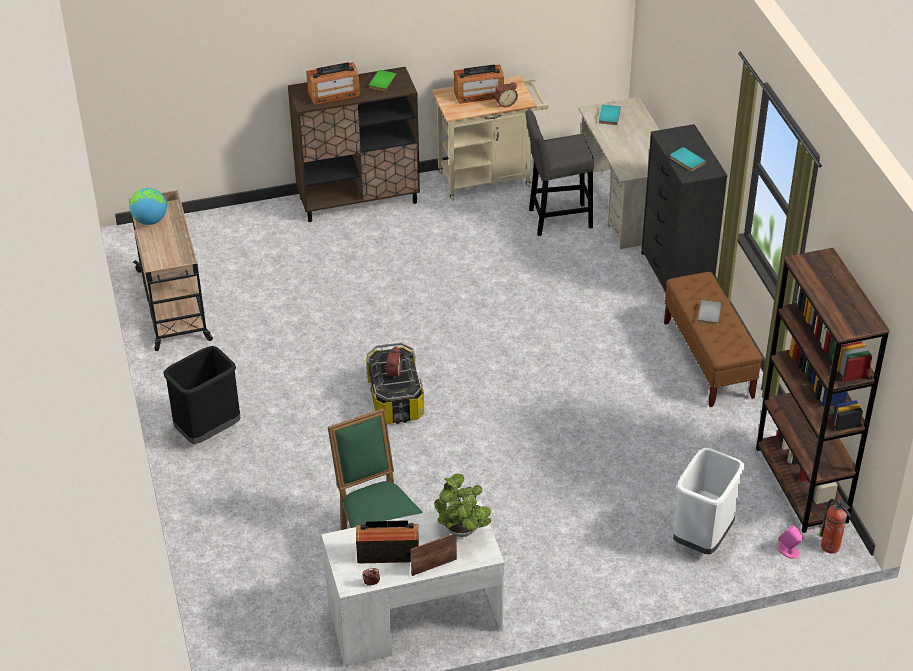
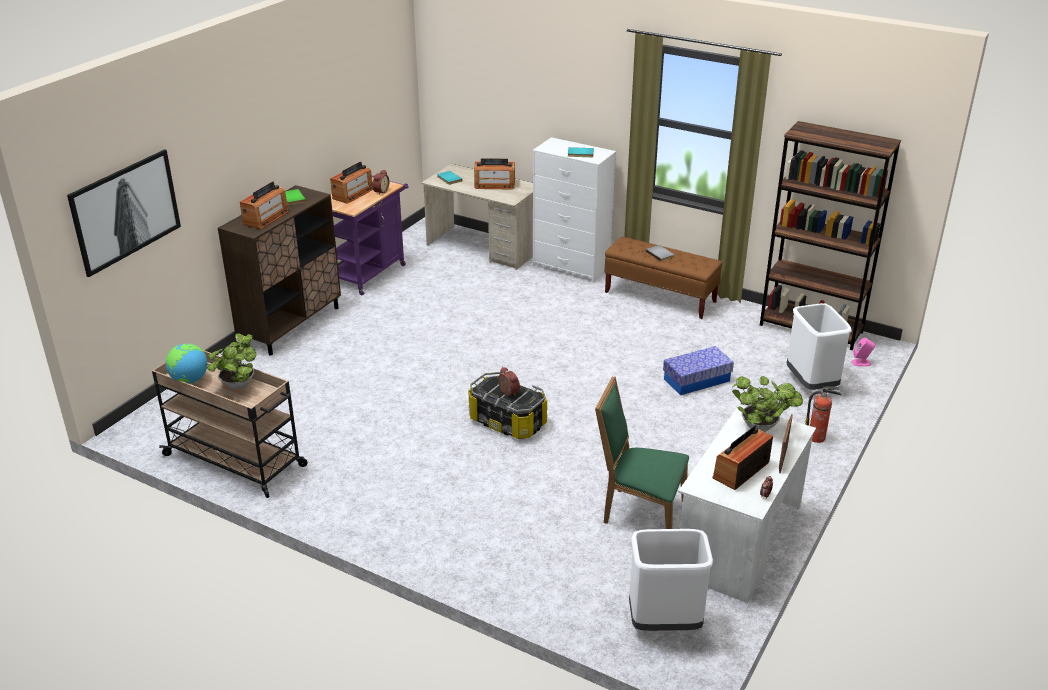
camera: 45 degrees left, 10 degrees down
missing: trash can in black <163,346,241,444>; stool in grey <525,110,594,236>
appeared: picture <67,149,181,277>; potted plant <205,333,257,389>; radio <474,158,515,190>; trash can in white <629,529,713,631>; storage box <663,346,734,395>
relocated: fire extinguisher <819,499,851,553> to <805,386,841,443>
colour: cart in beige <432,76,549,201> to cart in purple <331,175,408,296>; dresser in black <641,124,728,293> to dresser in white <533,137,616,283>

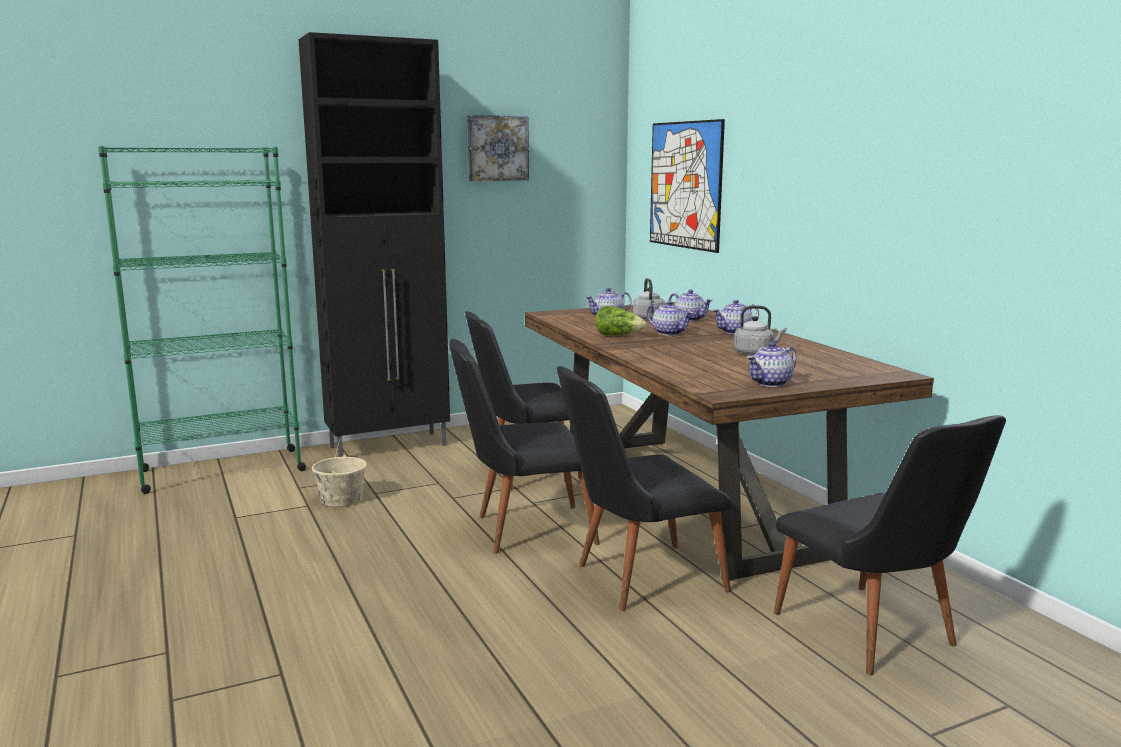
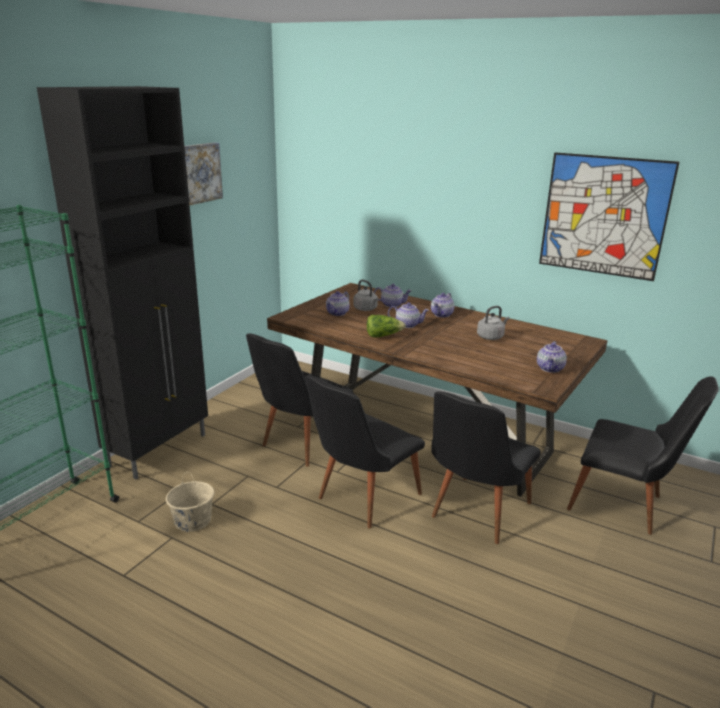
camera: 35 degrees left, 10 degrees up
relocated: picture <650,119,725,253> to <539,152,679,281>

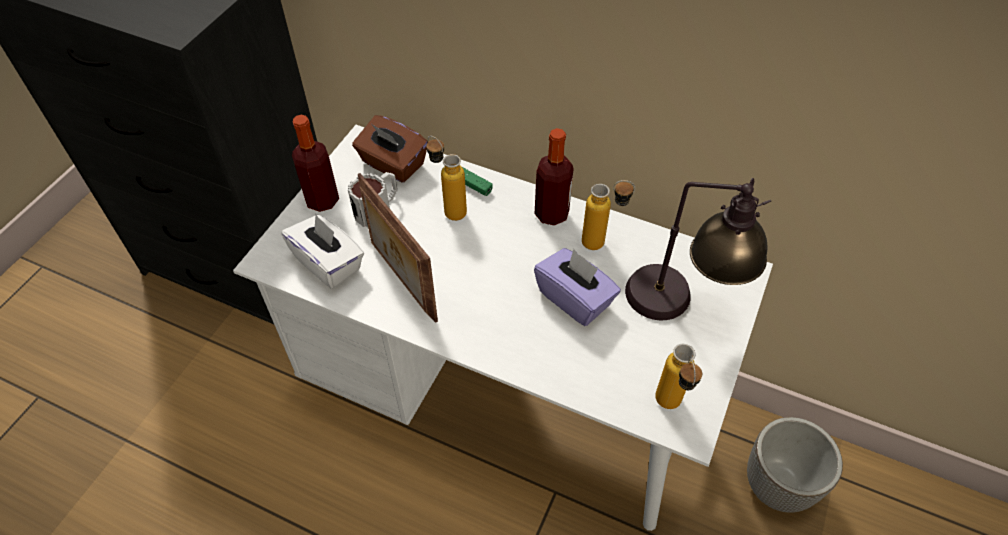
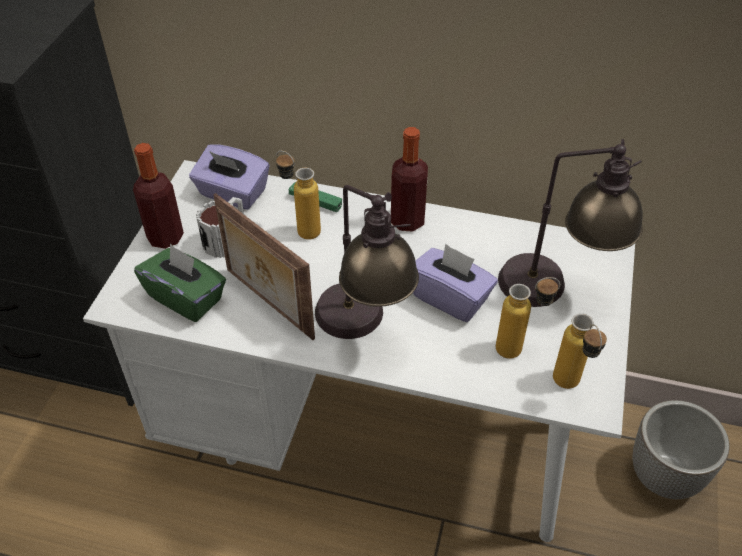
camera: 10 degrees left, 5 degrees down
appeared: table lamp <315,185,419,339>
relocated: bottle <582,180,635,250> to <496,277,560,359>
colour: tissue box in white <281,215,364,289> to tissue box in green <134,244,226,322>; tissue box in brown <352,115,428,183> to tissue box in purple <189,144,269,210>

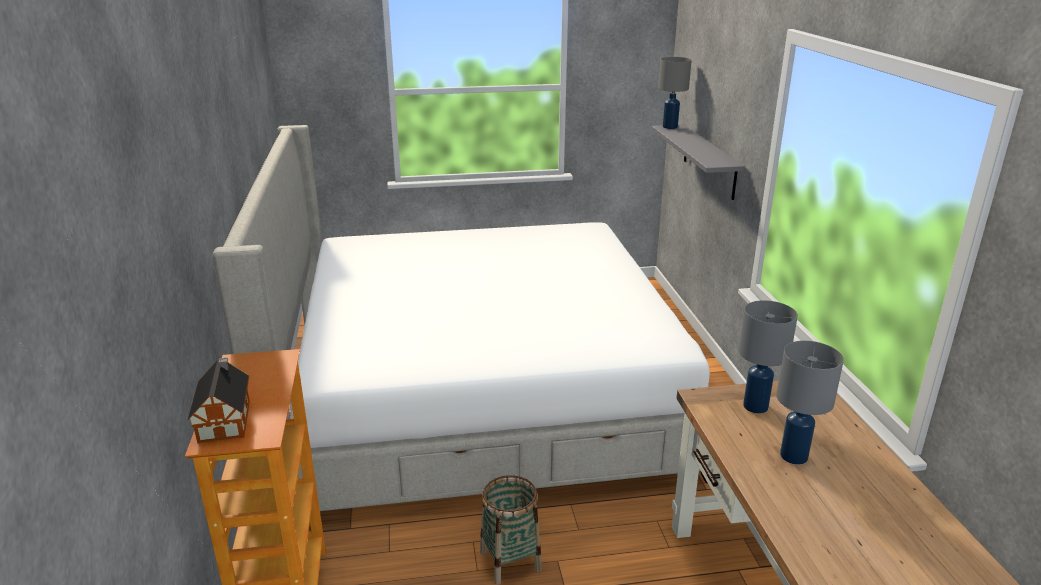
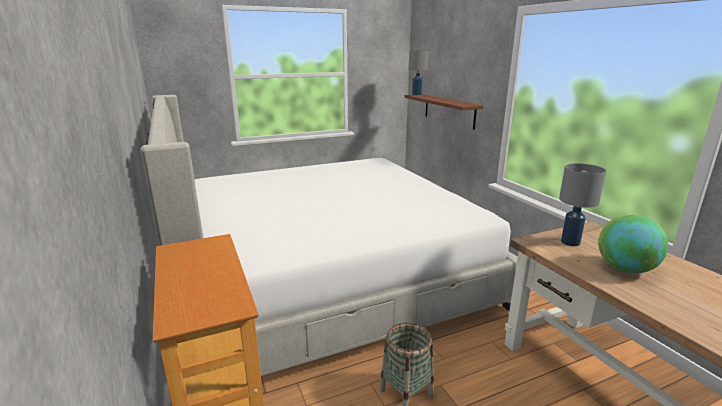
camera: 15 degrees left, 5 degrees down
missing: toy house <188,358,250,444>
exchanged: table lamp in grey <776,341,844,464> to globe <598,215,668,273>
colour: shelf in grey <651,125,745,200> to shelf in brown <405,94,483,130>

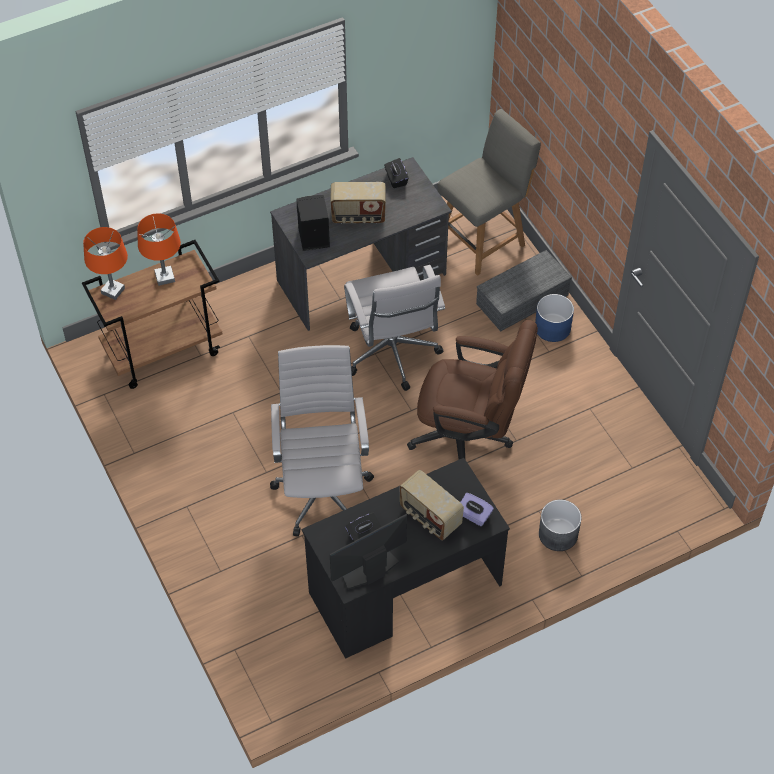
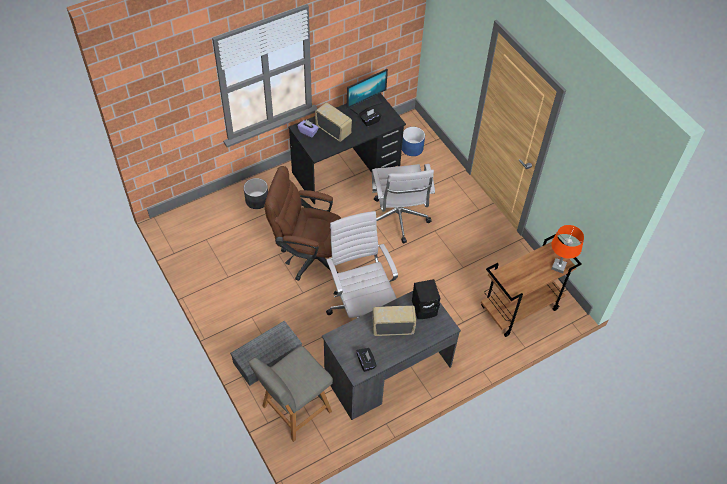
camera: 175 degrees right, 0 degrees up
missing: table lamp in orange <137,213,181,286>
relocated: planter in blue <535,294,574,342> to <402,127,425,156>

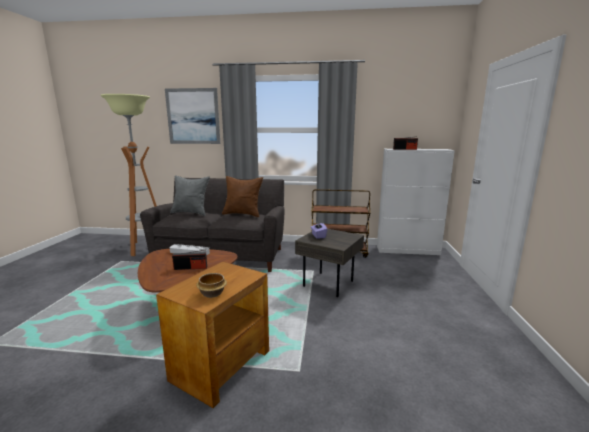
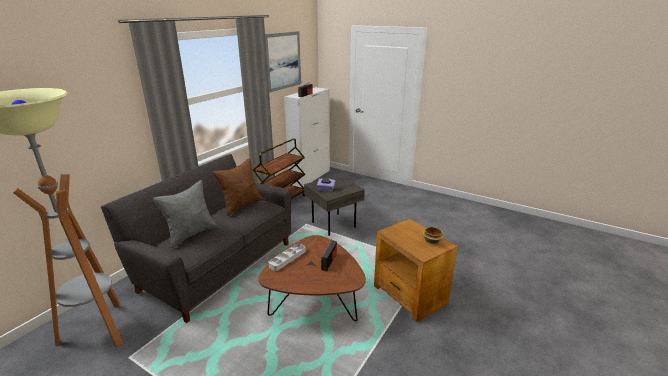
camera: 65 degrees left, 10 degrees up
relocated: picture <165,88,220,144> to <265,31,301,93>

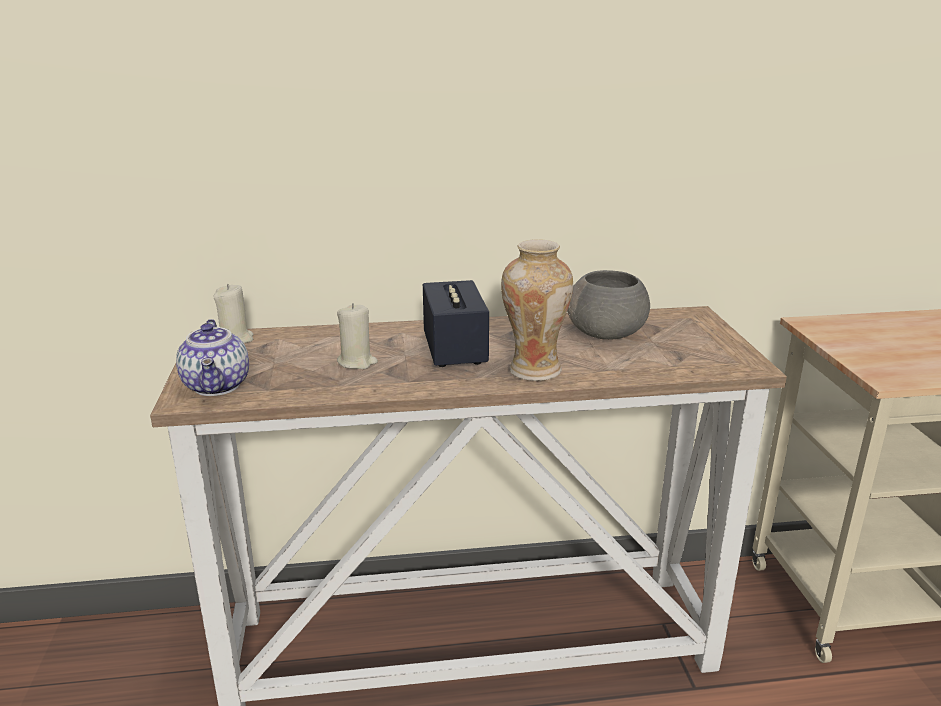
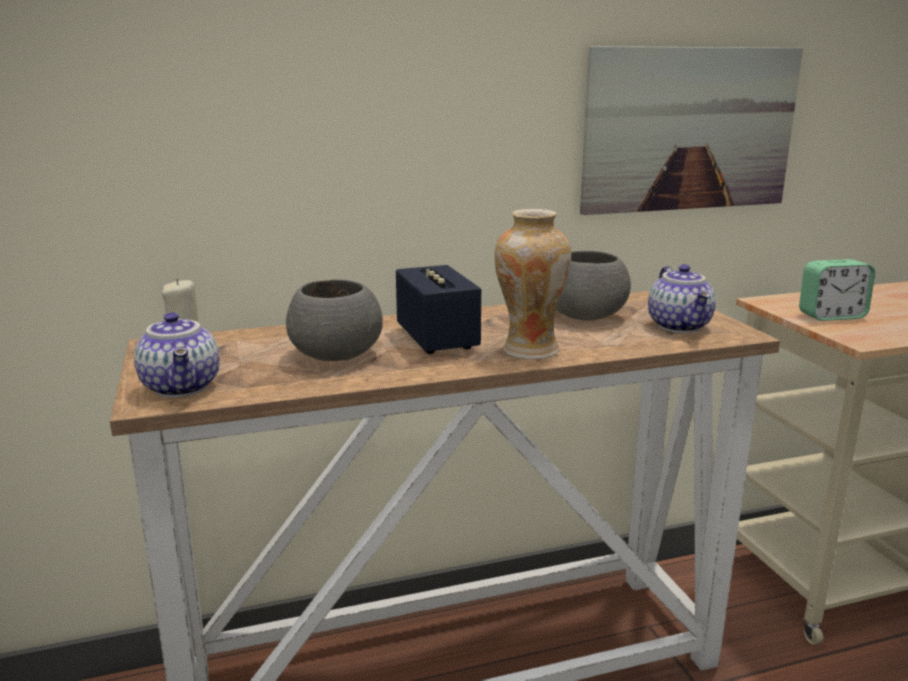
camera: 10 degrees left, 5 degrees down
appeared: picture <580,46,803,215>; teapot <648,264,716,333>; alarm clock <799,259,875,321>
exchanged: candle in beige <337,303,378,369> to bowl in grey <286,279,383,361>

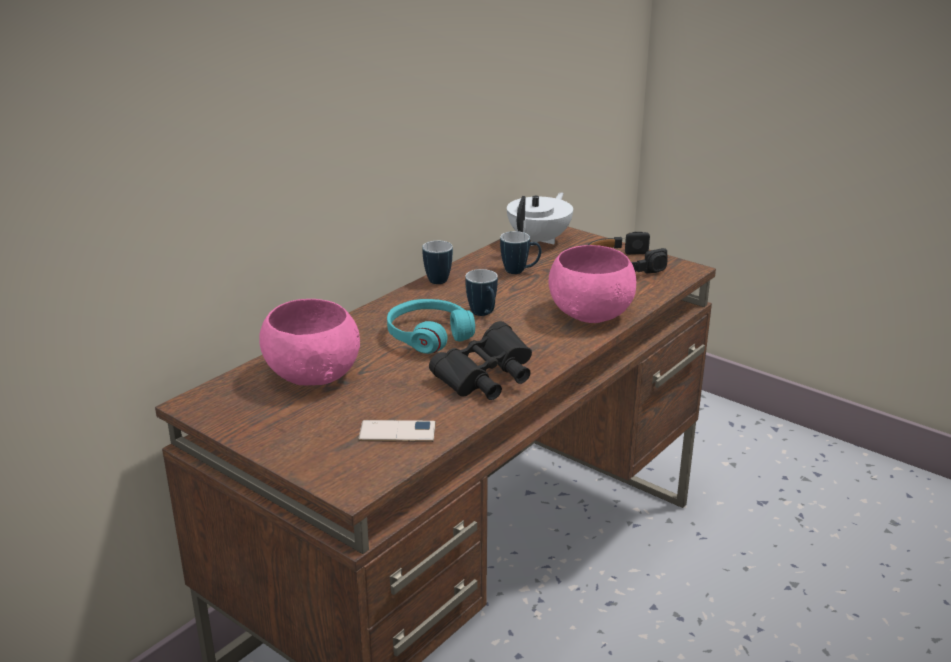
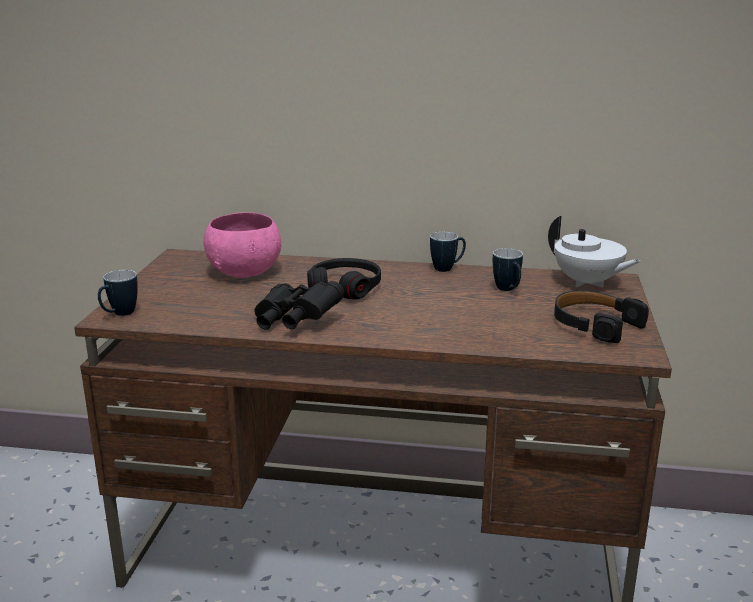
camera: 60 degrees right, 5 degrees down
missing: phone <358,420,436,442>; bowl in pink <548,245,636,323>
relocated: mug <465,269,498,316> to <98,270,138,316>
colour: headphones in turquoise <387,299,475,354> to headphones in black <307,258,381,300>
spun: teapot in white <507,192,573,246> = <548,216,641,288> 45 degrees clockwise

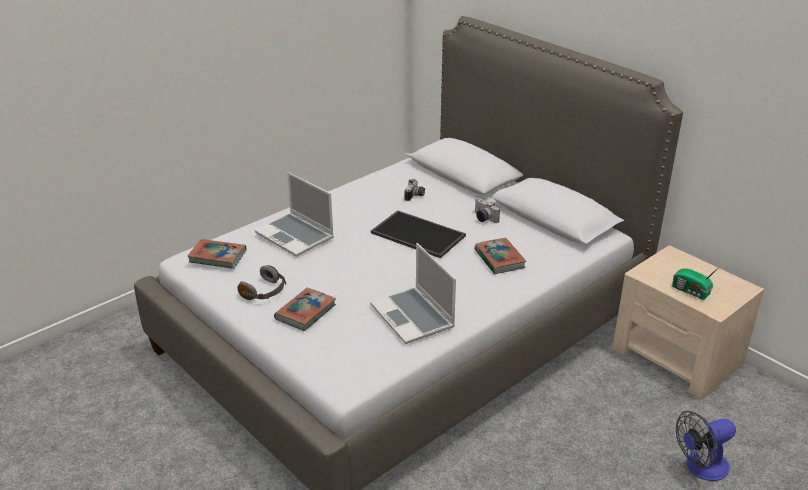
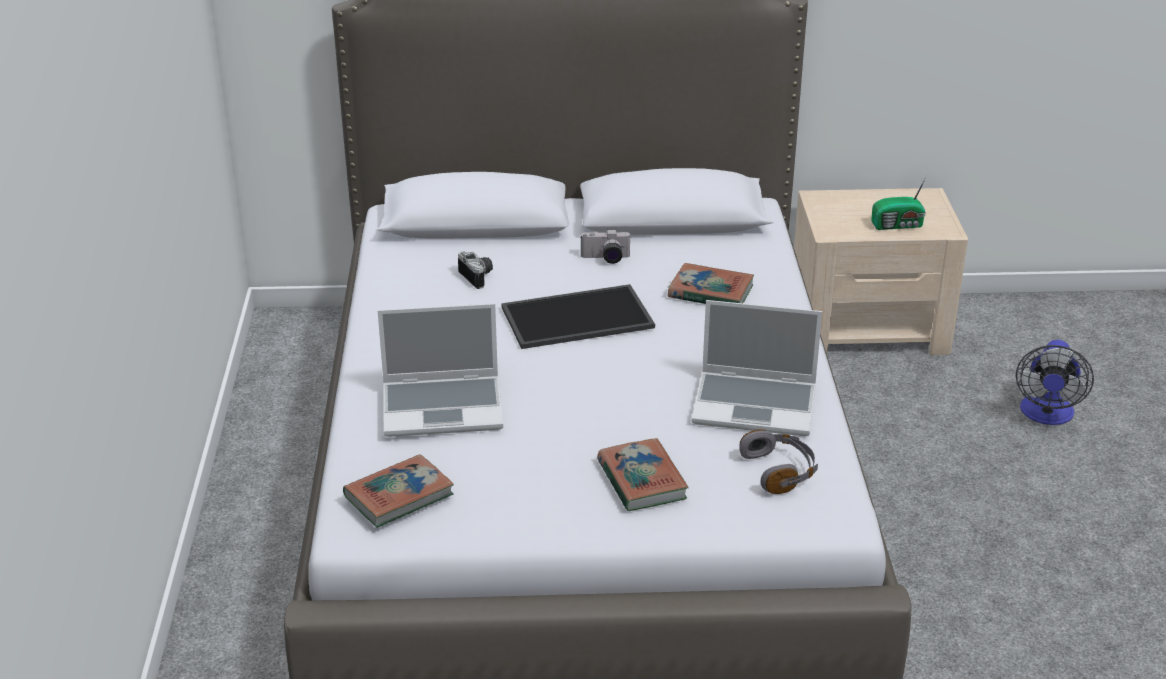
camera: 50 degrees left, 0 degrees up
relocated: headphones in grey <237,265,286,300> to <740,429,818,494>

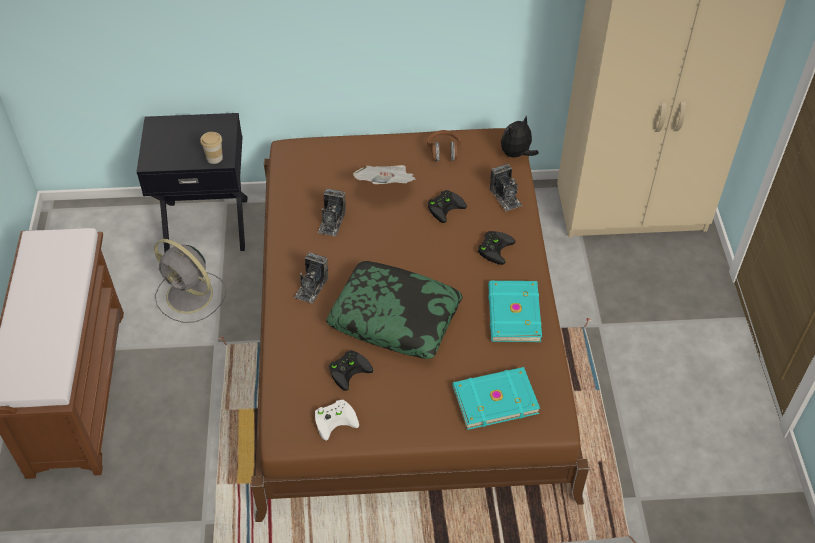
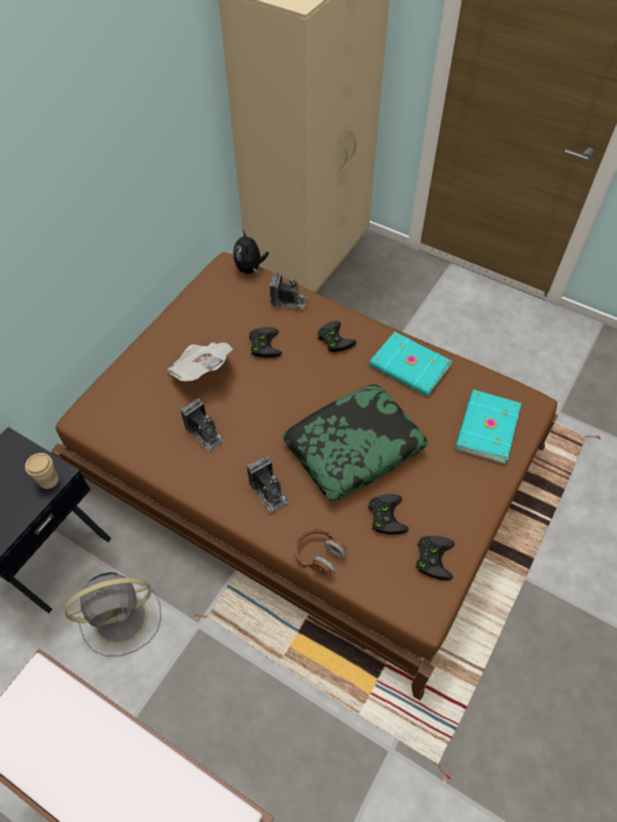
camera: 55 degrees left, 5 degrees up
relocated: headphones in brown <427,130,461,162> to <294,528,346,576>
colour: game controller in white <315,400,359,441> to game controller in black <415,536,455,580>

